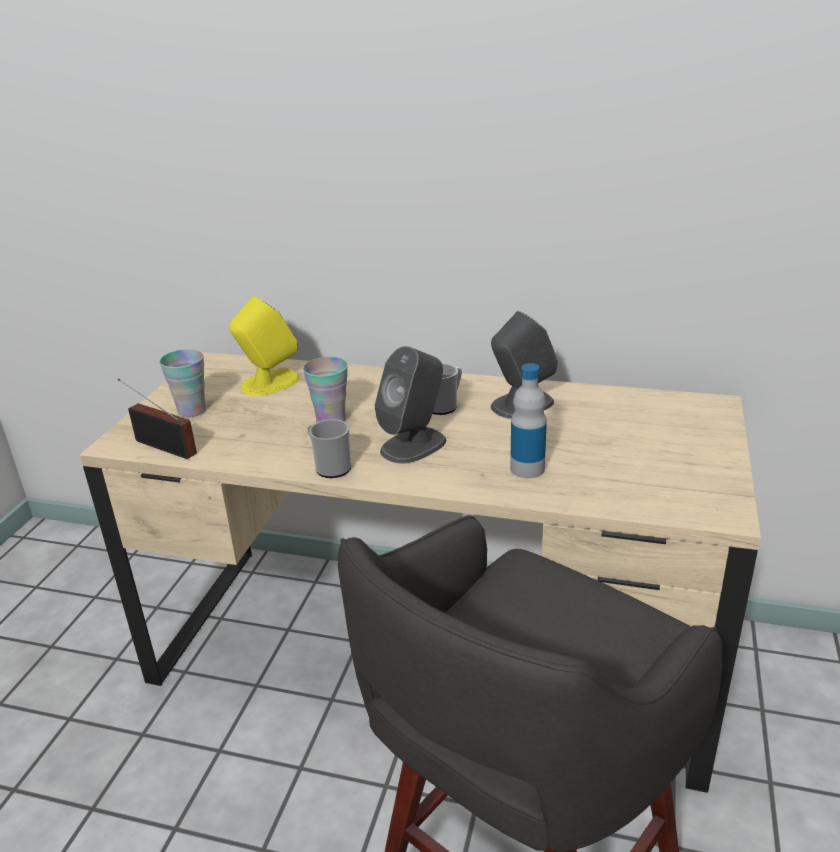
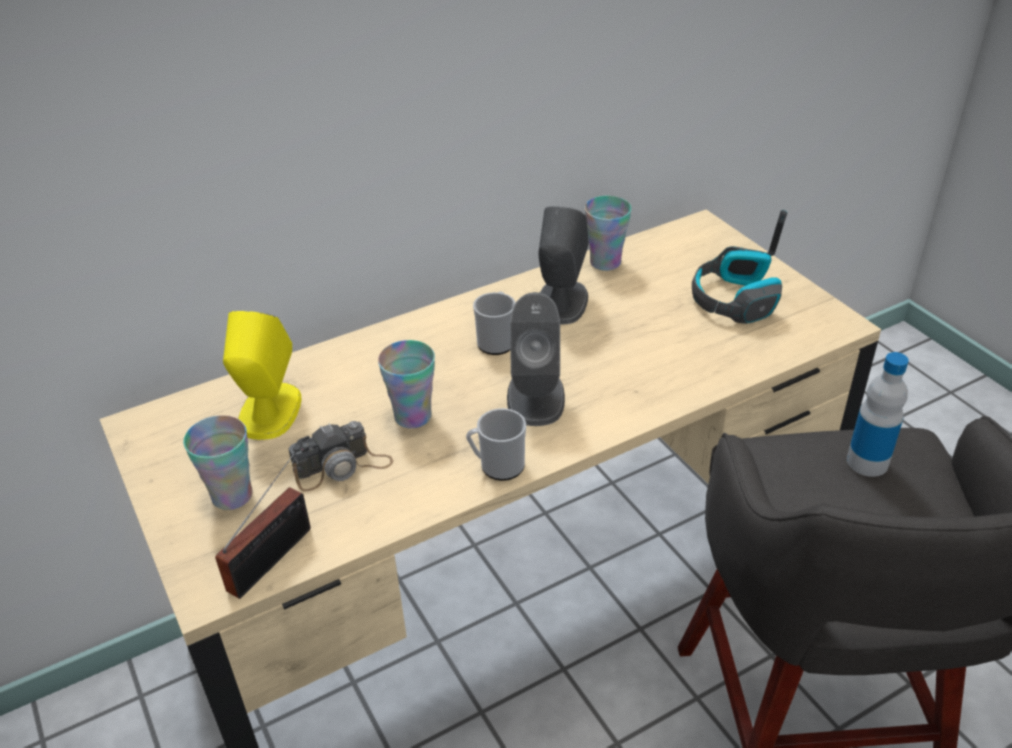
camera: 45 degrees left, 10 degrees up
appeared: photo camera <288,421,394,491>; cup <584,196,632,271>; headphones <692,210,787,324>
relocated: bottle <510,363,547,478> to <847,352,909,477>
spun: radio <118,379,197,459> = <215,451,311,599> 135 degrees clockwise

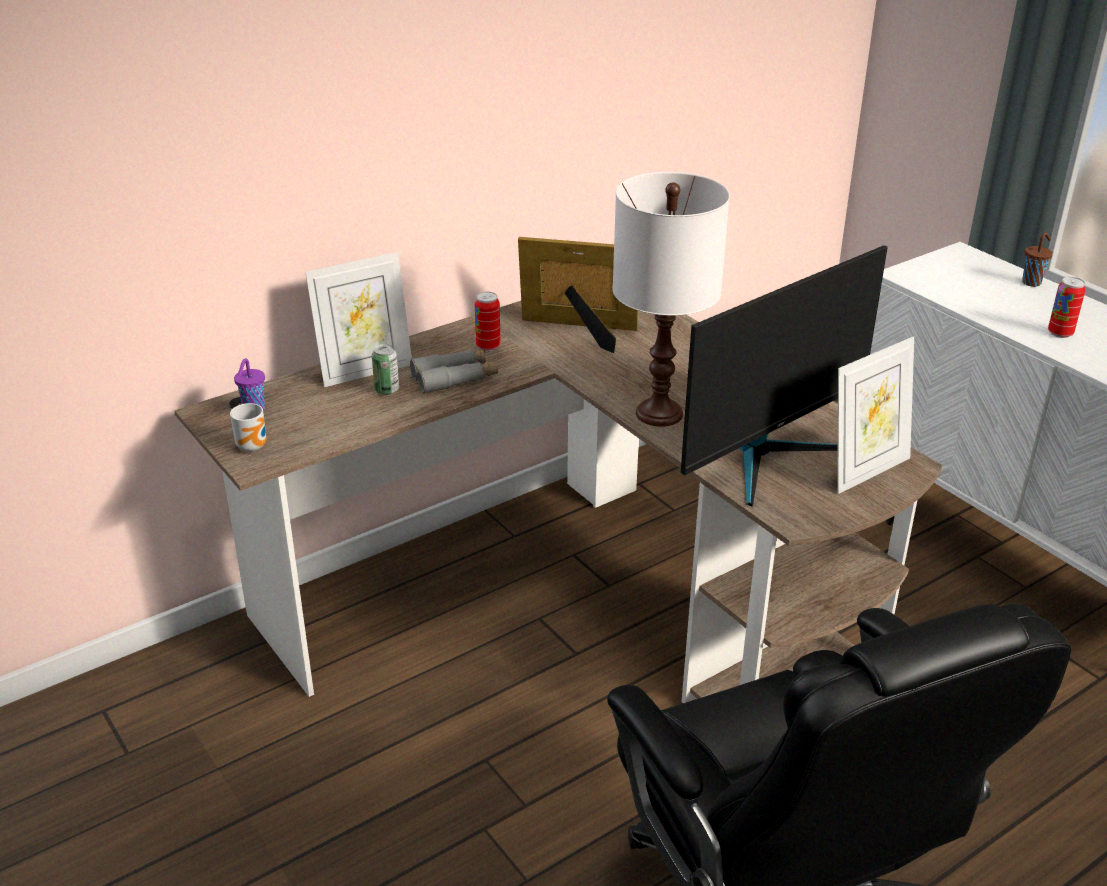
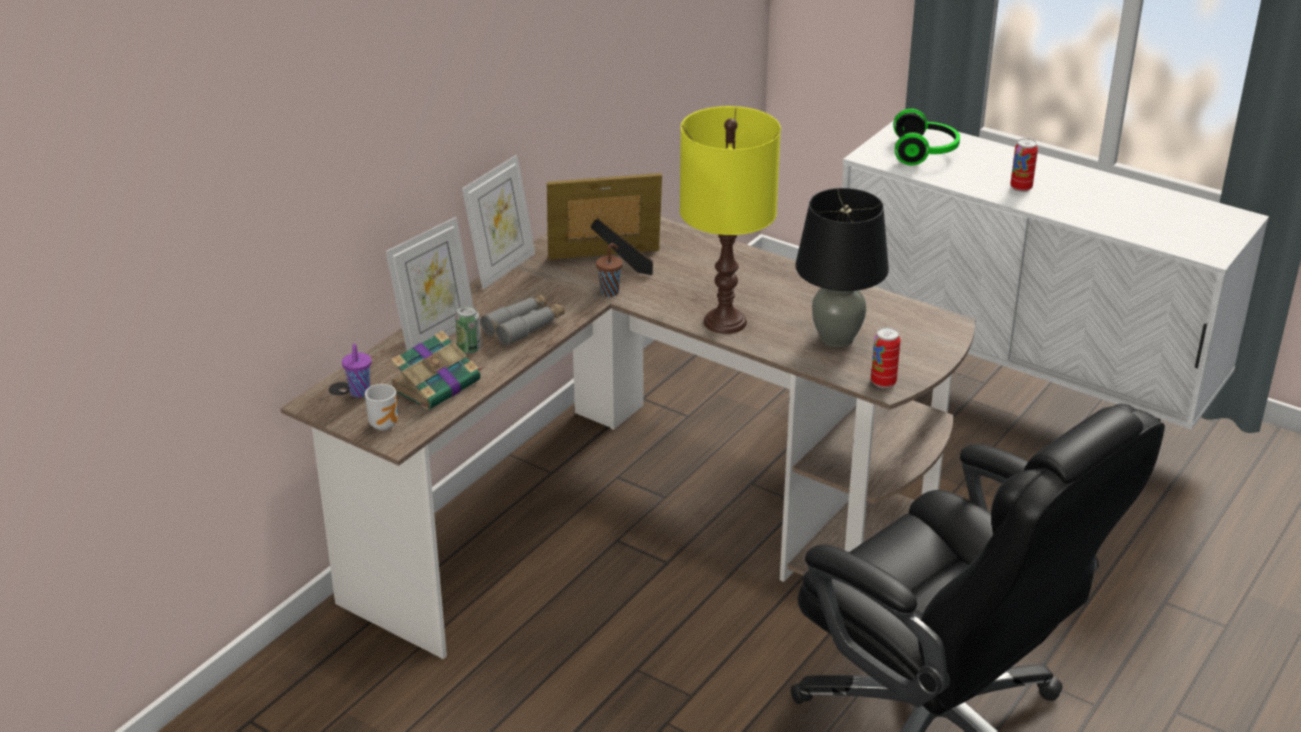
camera: 20 degrees left, 0 degrees up
appeared: book <390,331,482,410>; headphones <893,109,960,165>
relocated: can <475,292,501,351> to <871,327,901,388>; picture frame <837,336,914,494> to <462,155,536,290>; cup in brown <1022,232,1053,287> to <596,243,623,297>
exchanged: monitor <681,246,888,507> to table lamp in black <795,188,889,348>
colour: table lamp in white <613,172,730,427> to table lamp in yellow <680,106,781,334>

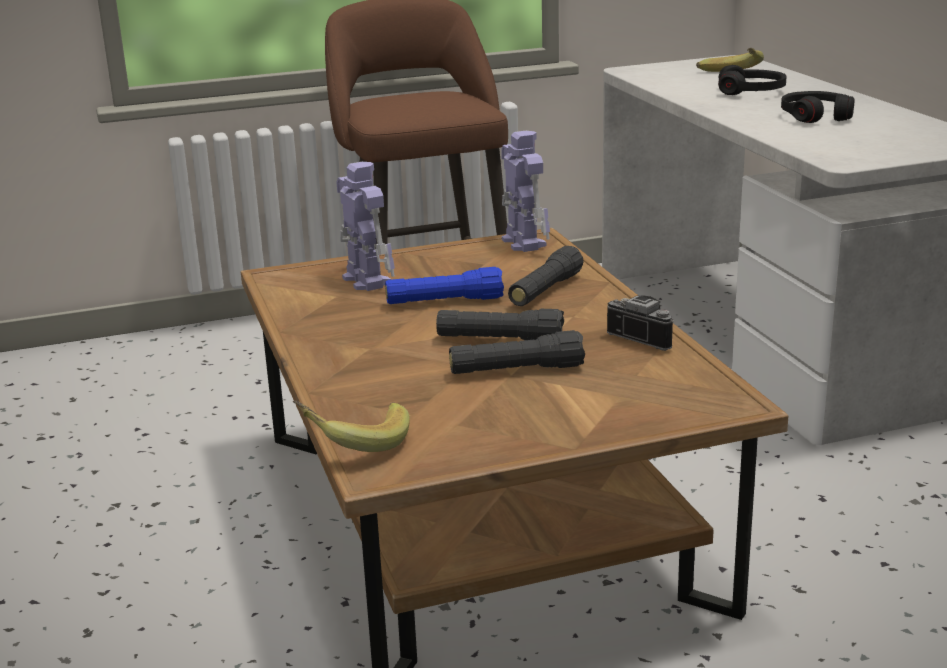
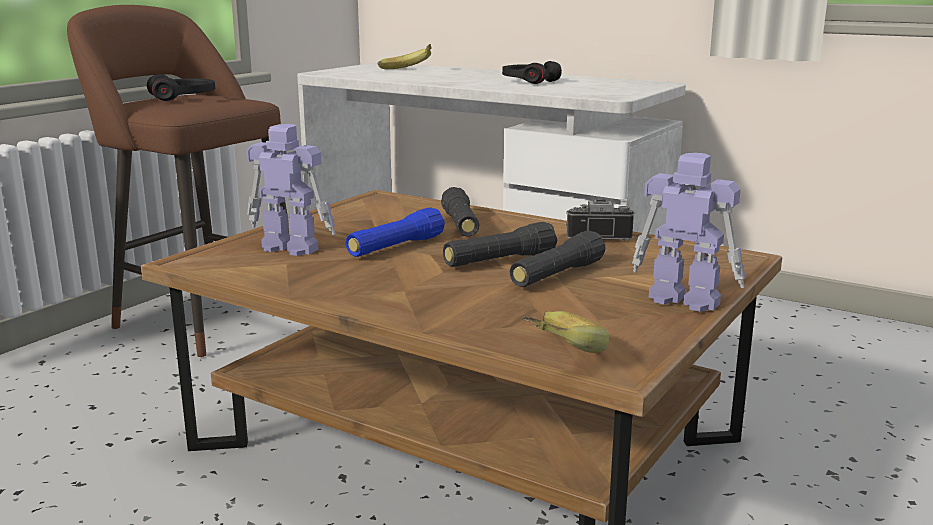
camera: 40 degrees left, 5 degrees down
relocated: toy robot <501,131,550,252> to <632,153,745,312>; headphones in black <718,65,787,95> to <147,74,215,101>

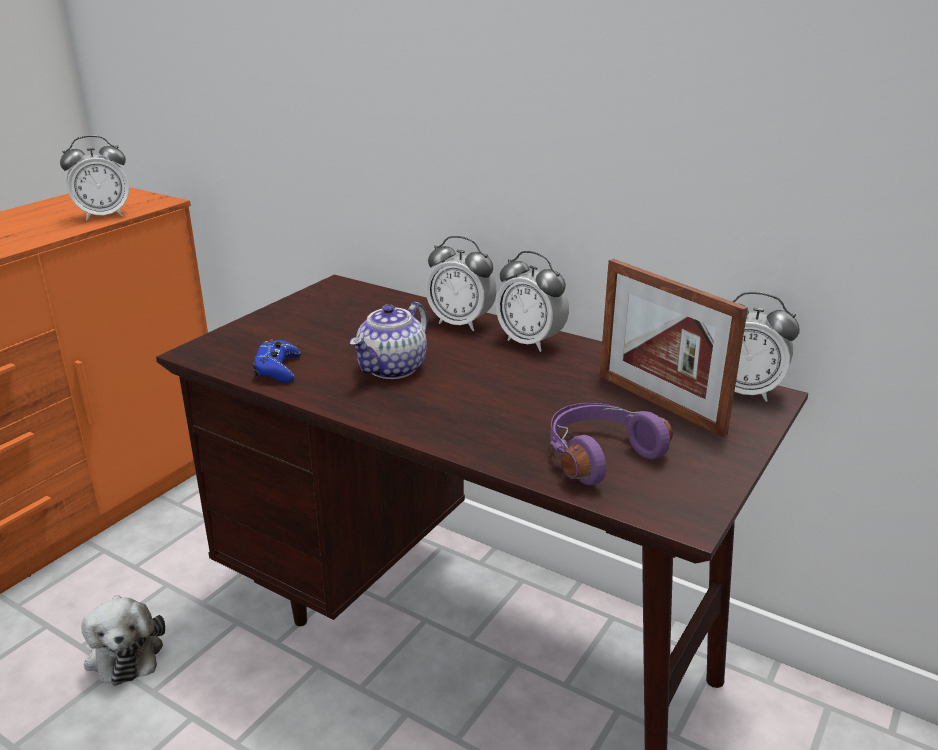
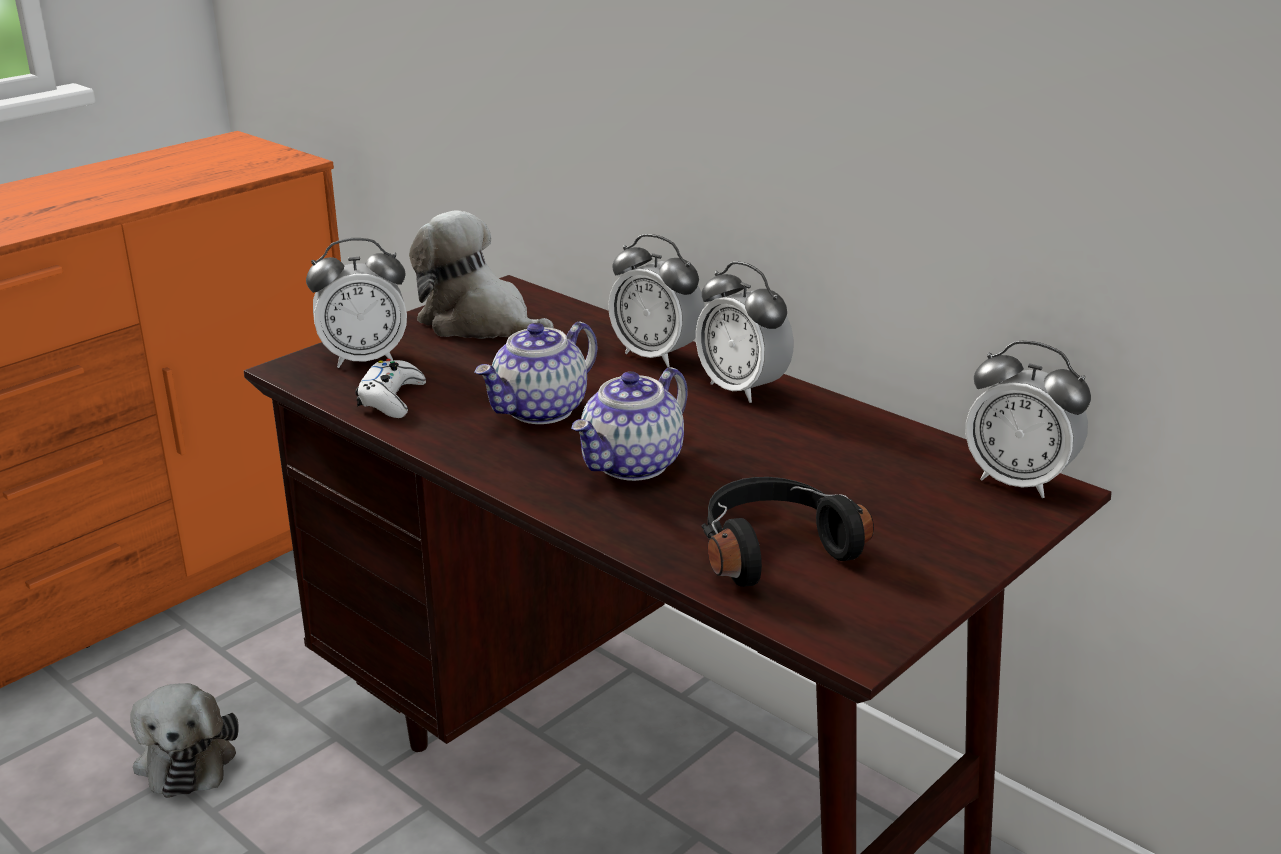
camera: 10 degrees right, 0 degrees up
missing: picture frame <600,259,748,437>
appeared: plush toy <409,210,554,339>; teapot <571,367,688,481>
relocated: alarm clock <60,135,129,221> to <306,238,407,368>
colour: game controller in blue <253,339,301,383> to game controller in white <355,359,426,418>; headphones in purple <550,403,673,485> to headphones in black <702,477,874,587>

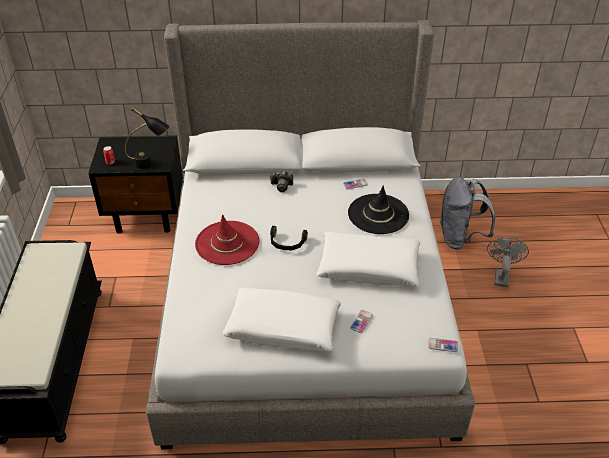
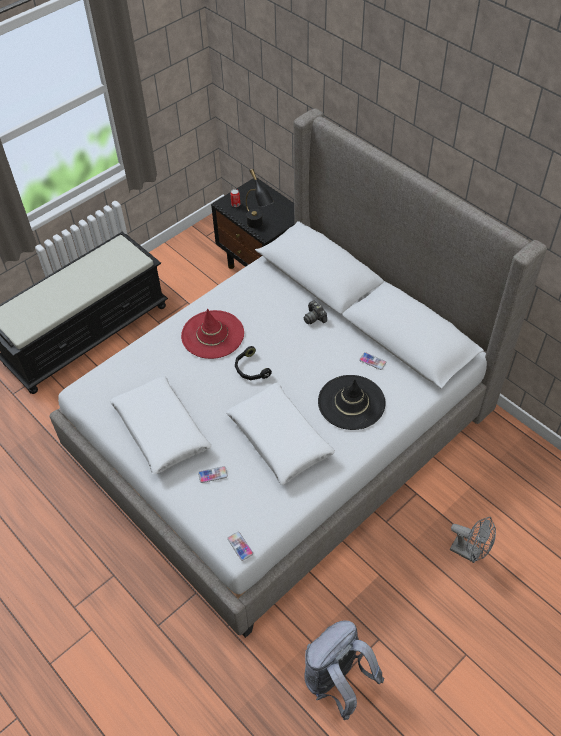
camera: 50 degrees right, 10 degrees up
relocated: backpack in grey <439,177,495,250> to <304,620,384,720>
spun: fan in grey <487,237,529,287> = <450,517,496,563> 60 degrees clockwise

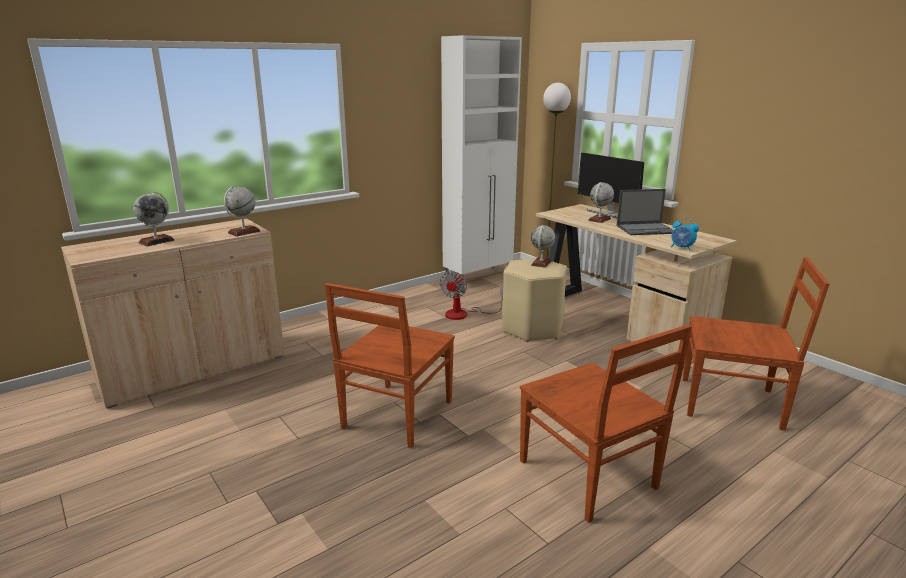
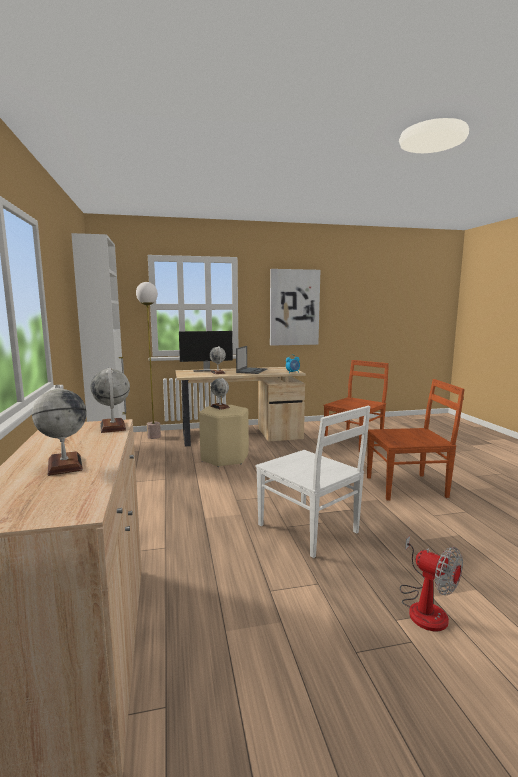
camera: 65 degrees left, 10 degrees down
appeared: picture <270,269,320,346>
relocated: fan <440,271,503,320> to <400,536,463,631>
colour: chair in brown <325,283,455,449> to chair in white <255,406,371,558>

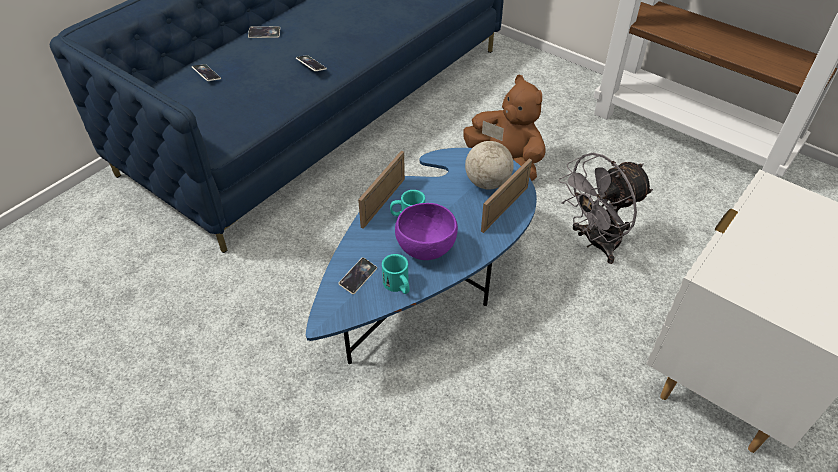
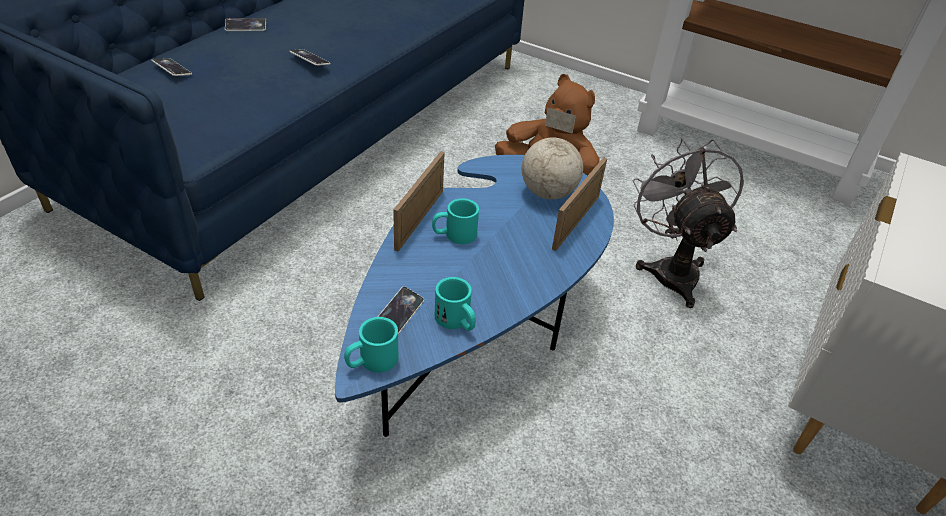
camera: 10 degrees left, 5 degrees down
missing: bowl in purple <395,203,458,260>
appeared: mug in turquoise <344,317,398,373>
spun: fan in grey <559,153,653,264> = <633,138,744,308> 120 degrees clockwise

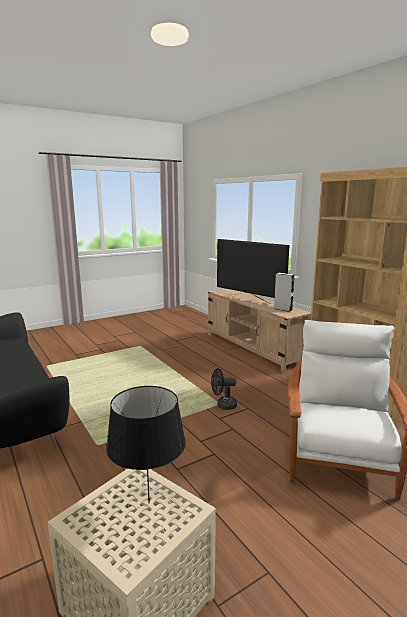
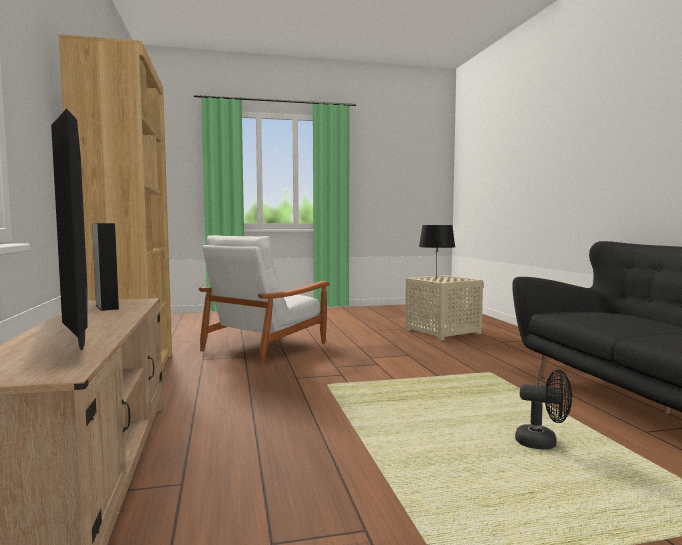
camera: 160 degrees left, 10 degrees down
relocated: fan in black <211,368,237,410> to <515,370,572,450>

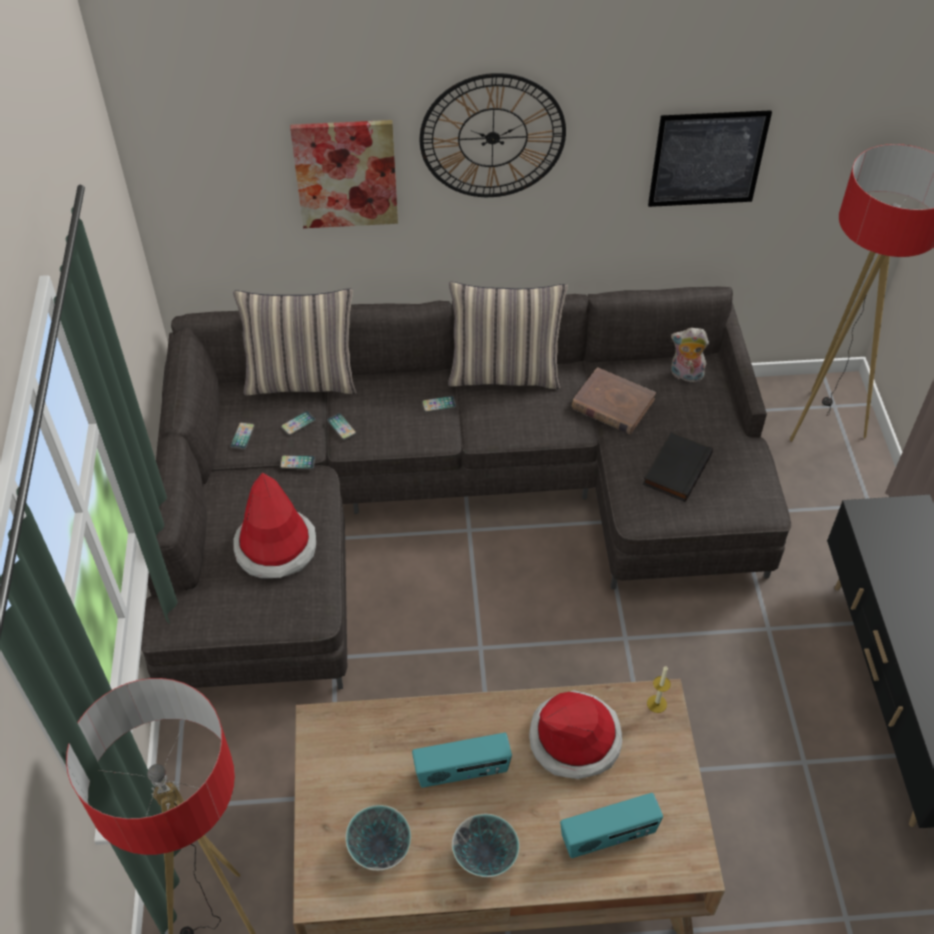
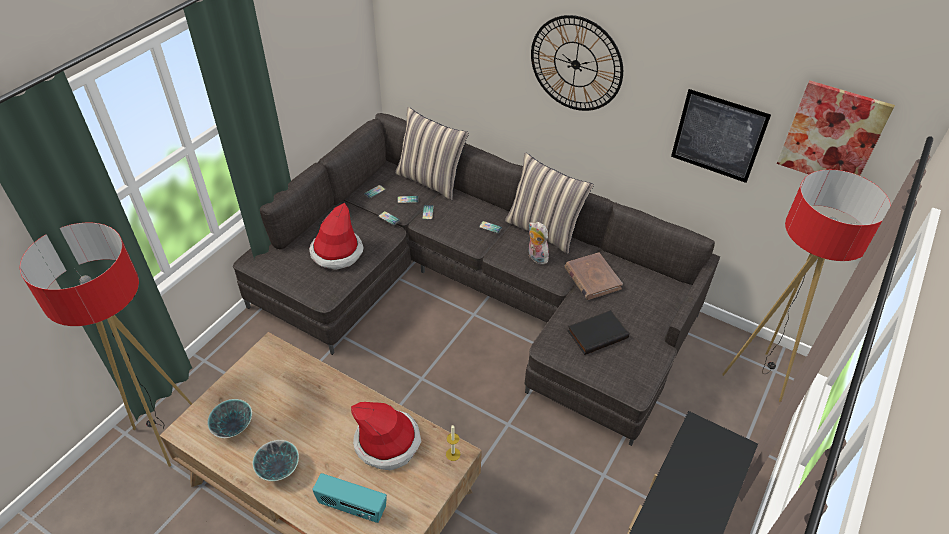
camera: 35 degrees right, 5 degrees down
missing: radio <412,733,512,788>
relocated: picture <290,120,398,228> to <777,80,895,176>; plush toy <671,328,709,382> to <528,222,549,265>

